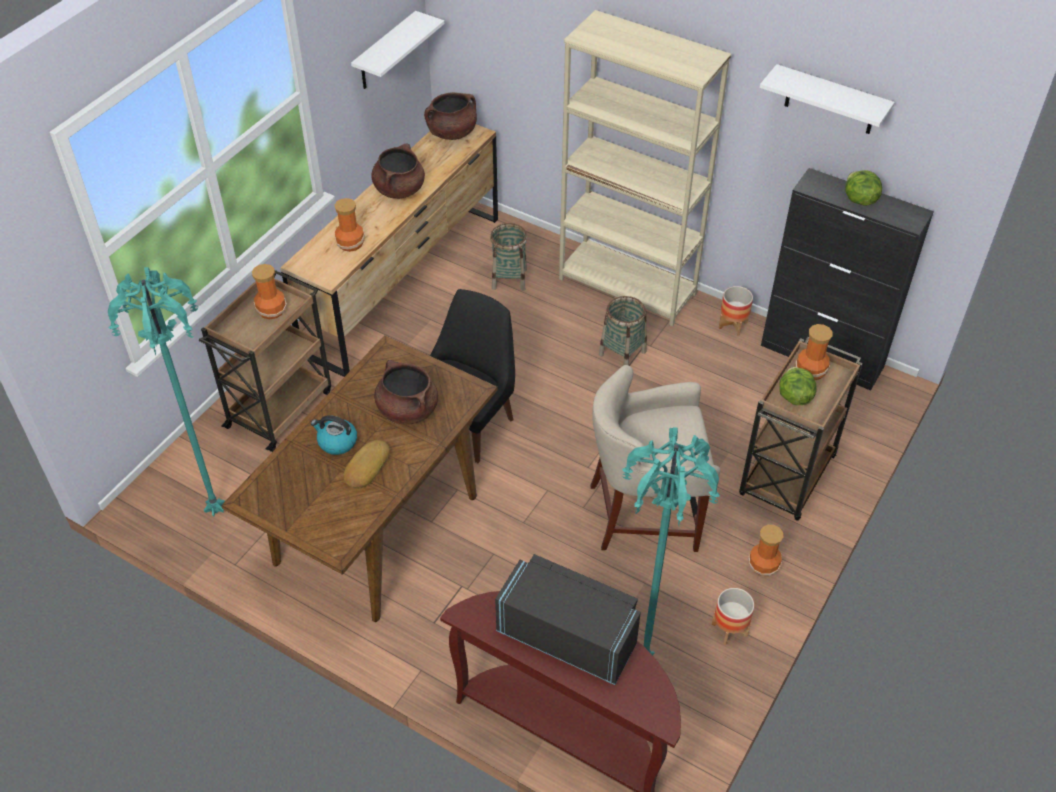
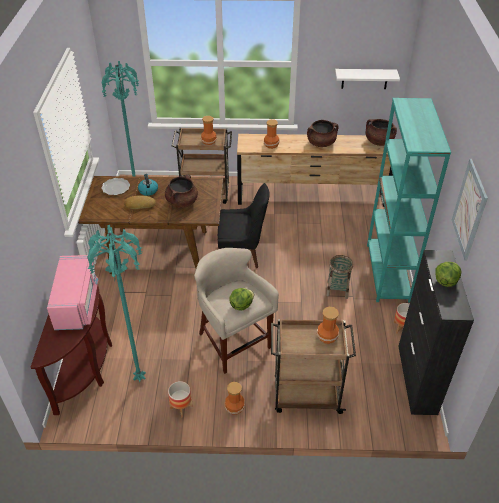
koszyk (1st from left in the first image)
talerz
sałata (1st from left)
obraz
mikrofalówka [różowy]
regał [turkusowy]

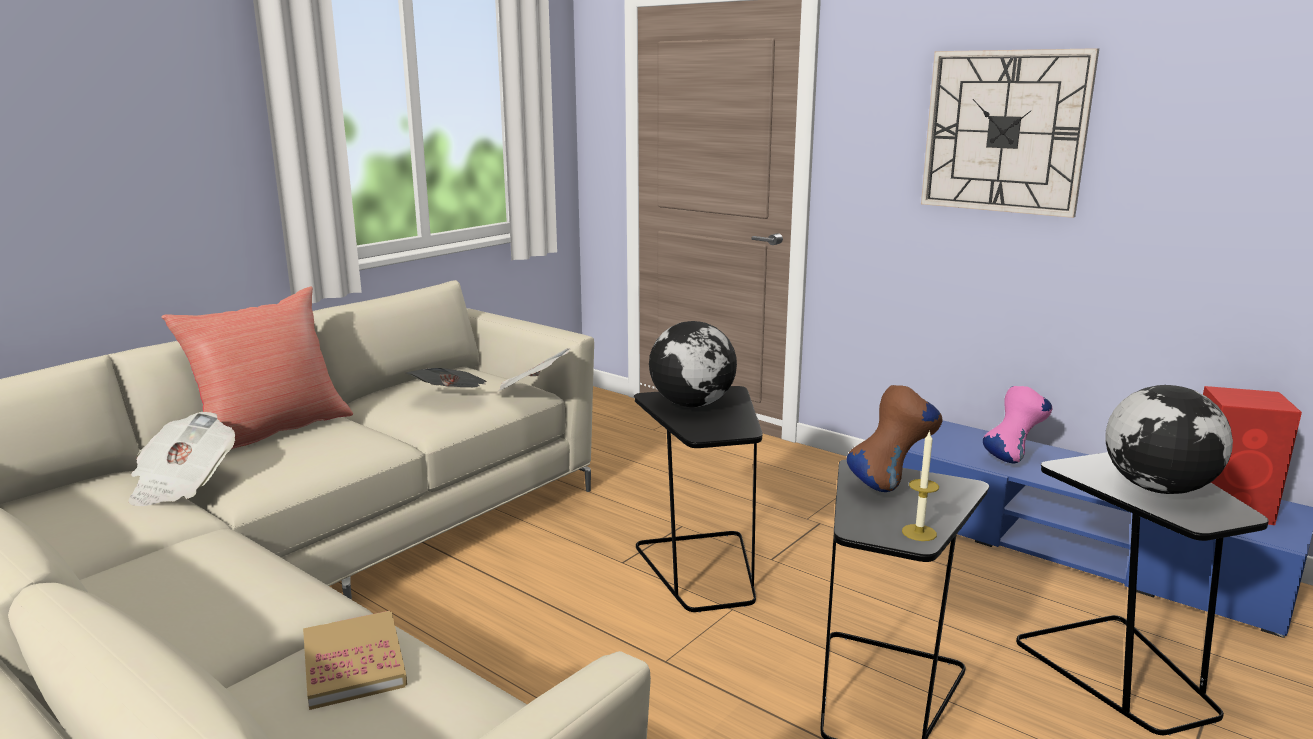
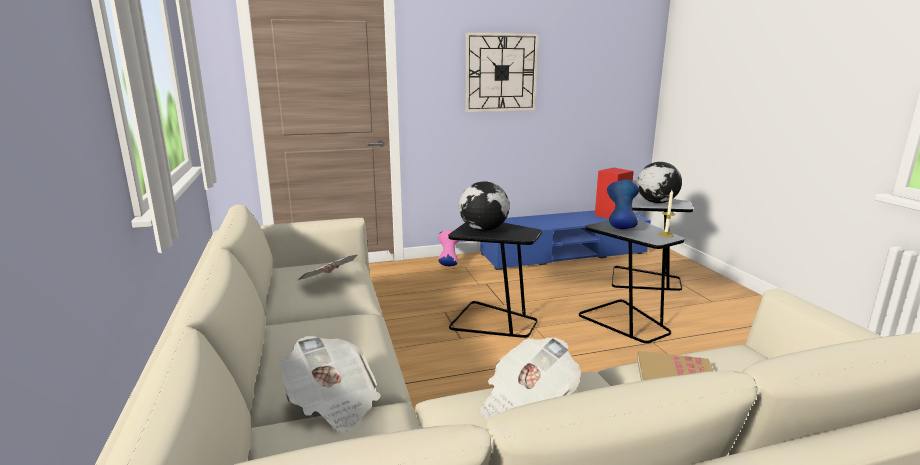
poduszka [czerwony]
gazeta (3rd from left)
wazon [różowy]
wazon [niebieski]

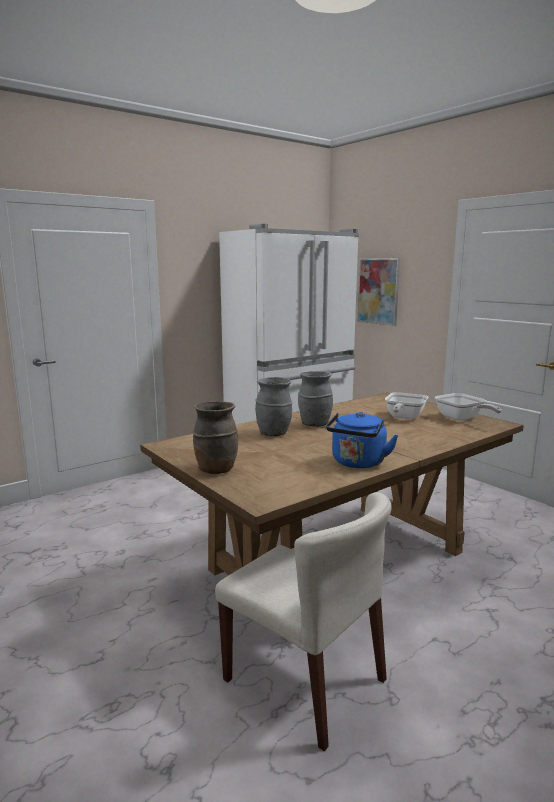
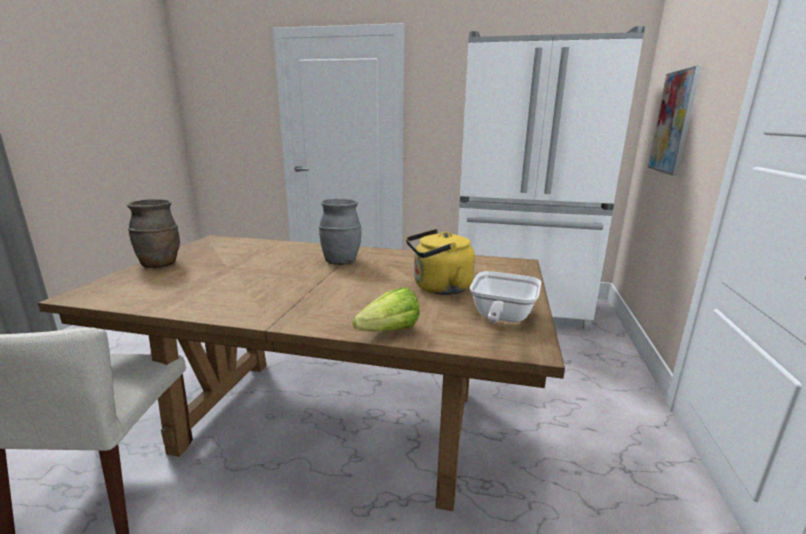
wazon [szary] (1st from left in the first image)
czajnik [niebieski]
sałata
czajnik [żółty]

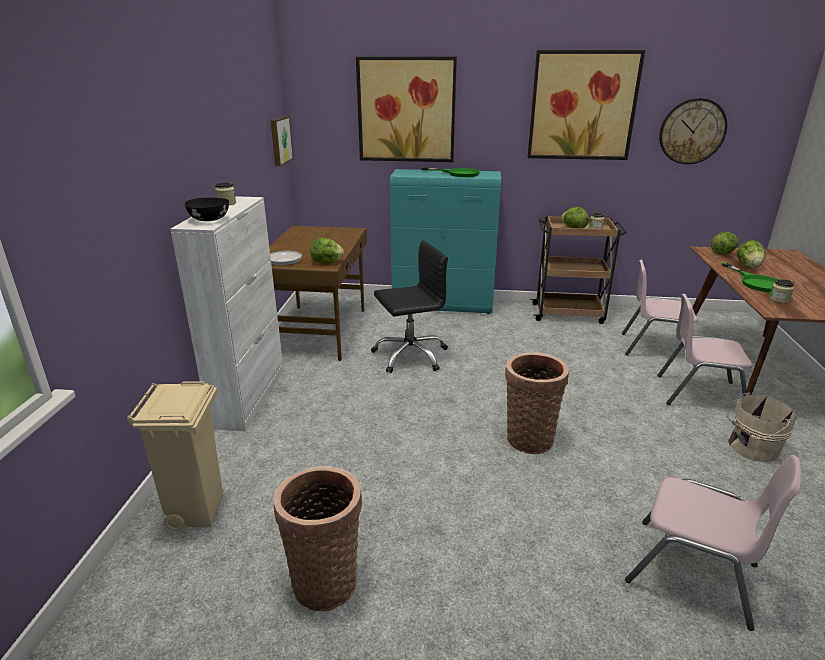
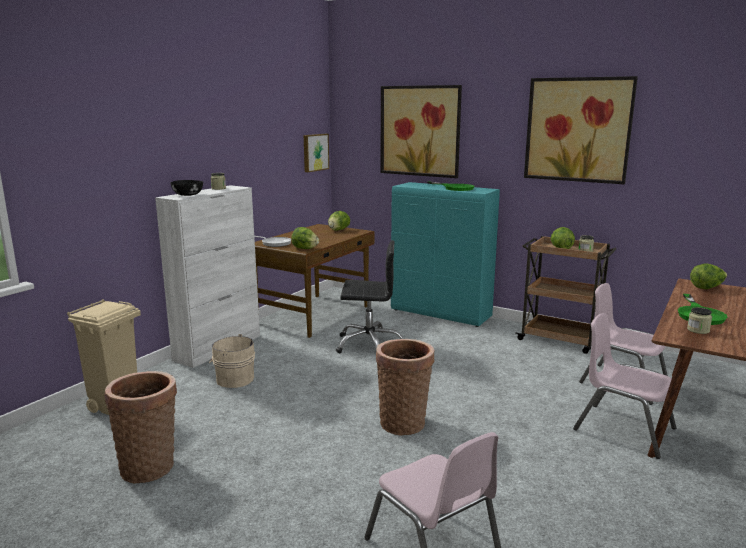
zegar ścienny
wiadro [beżowy]
sałata (2nd from left)

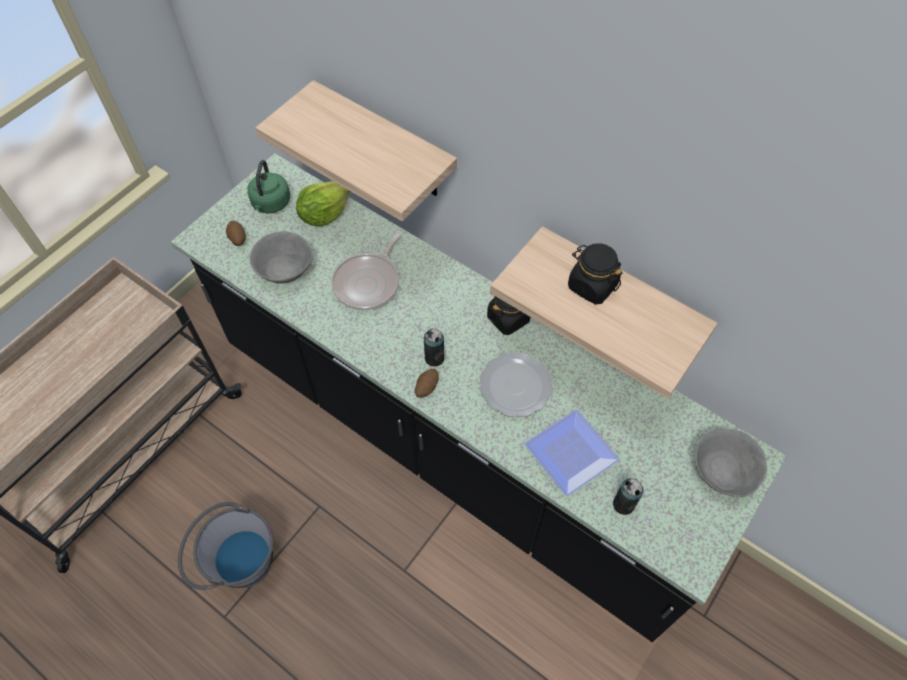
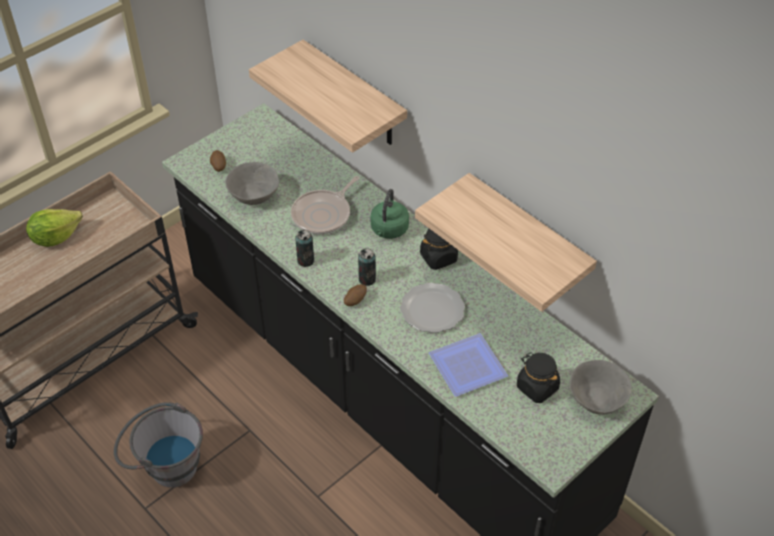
czajnik [zielony]
sałata
słoik [czarny] (2nd from left)
puszka (1st from left)

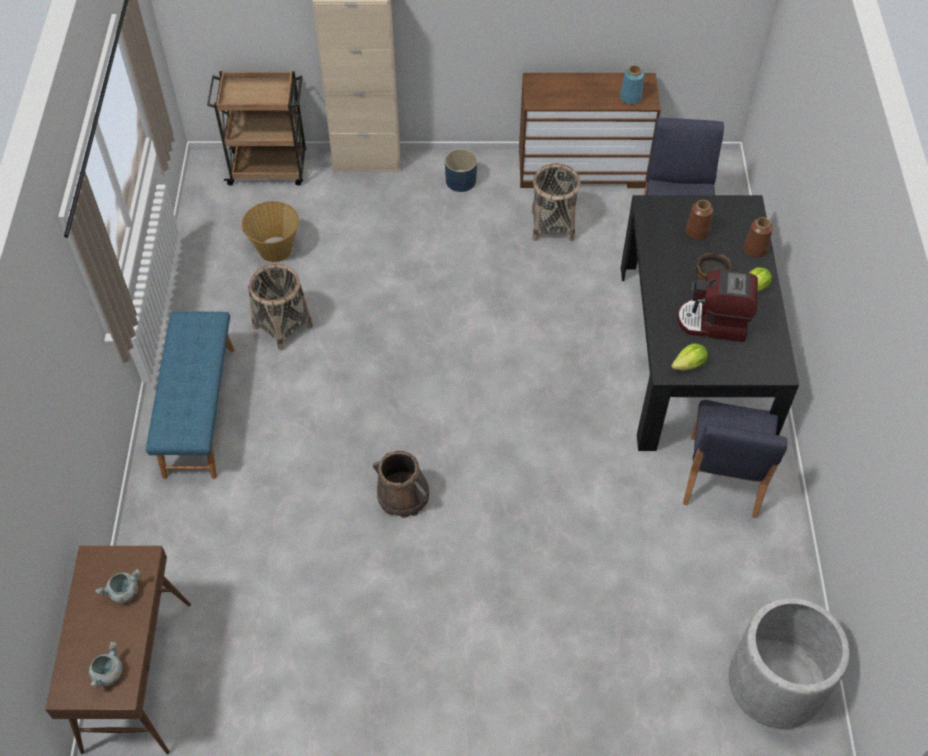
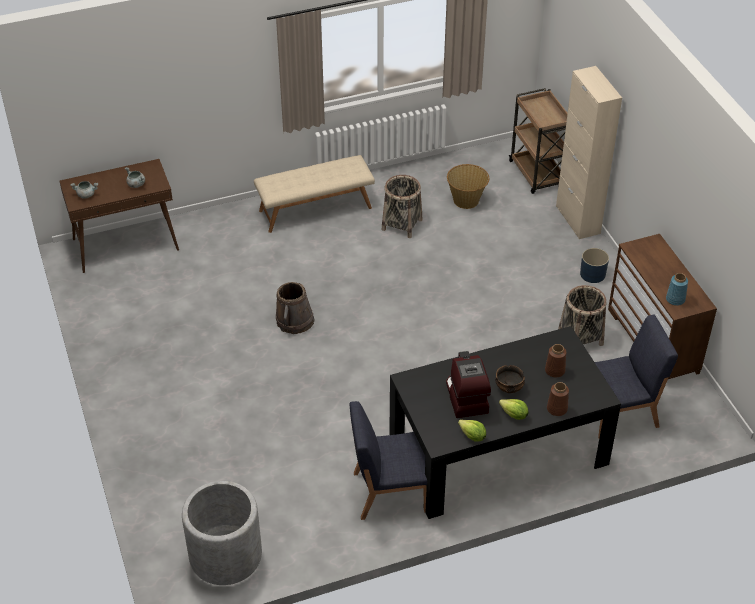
sałata (1st from left)
ławka [beżowy]

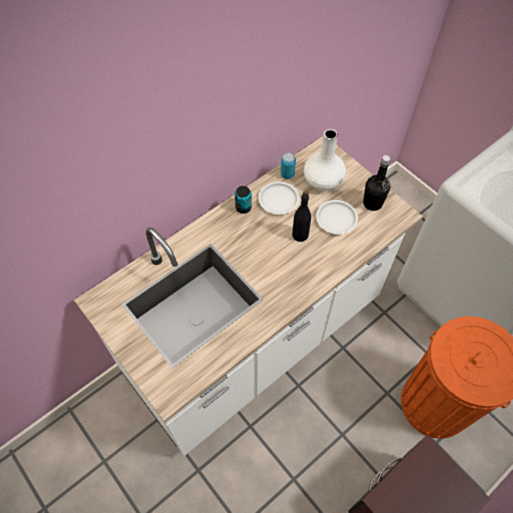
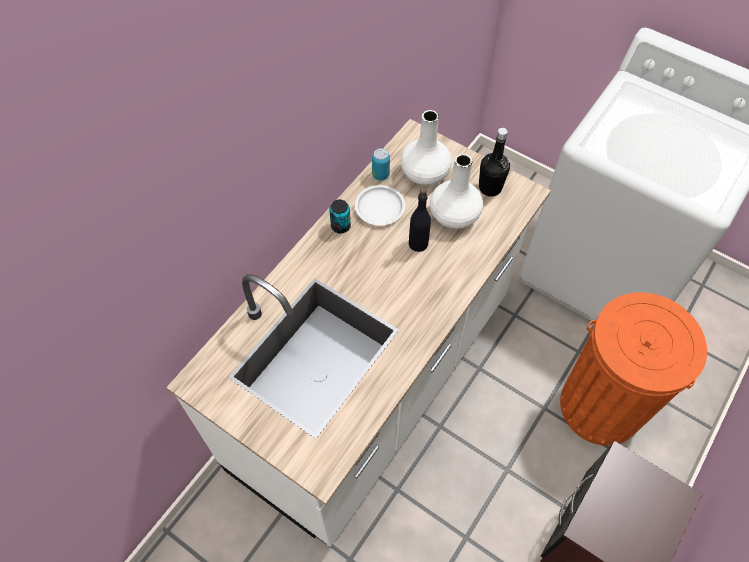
wazon [biały] (2nd from left)

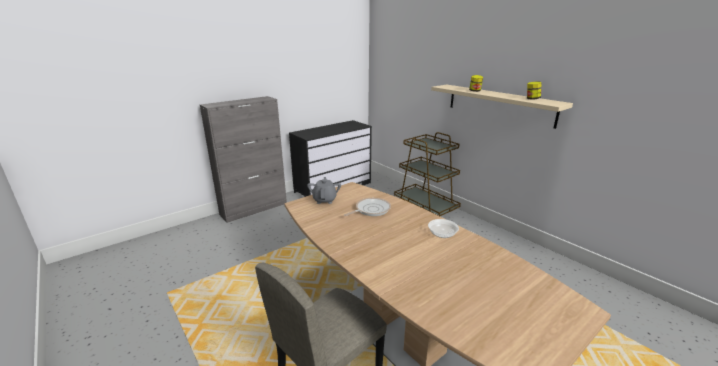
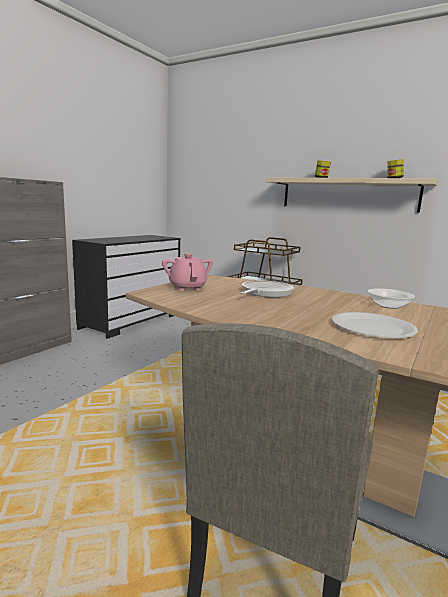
talerz [biały]
imbryk [różowy]

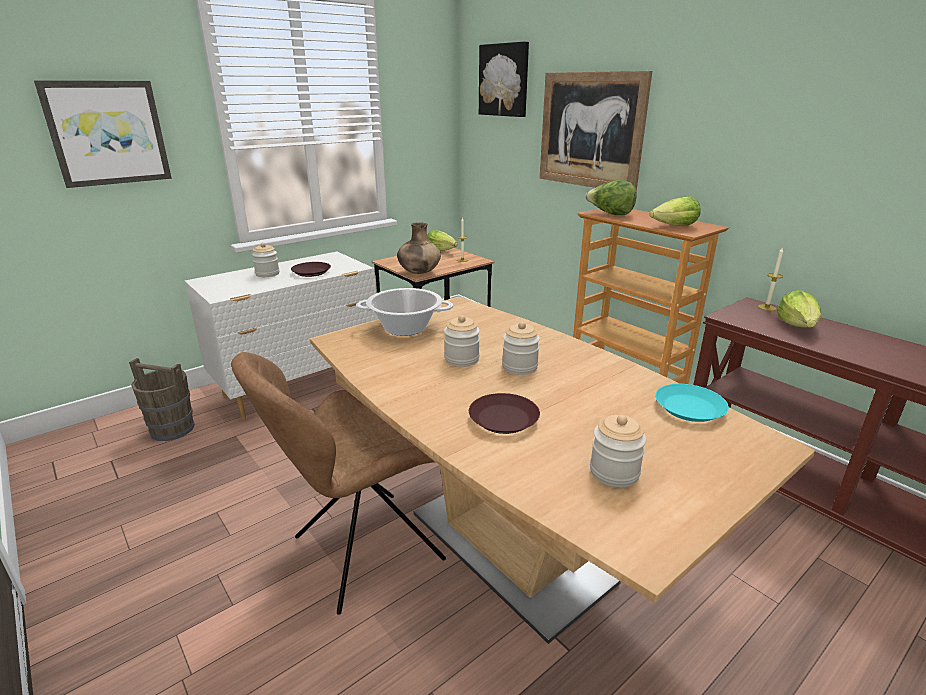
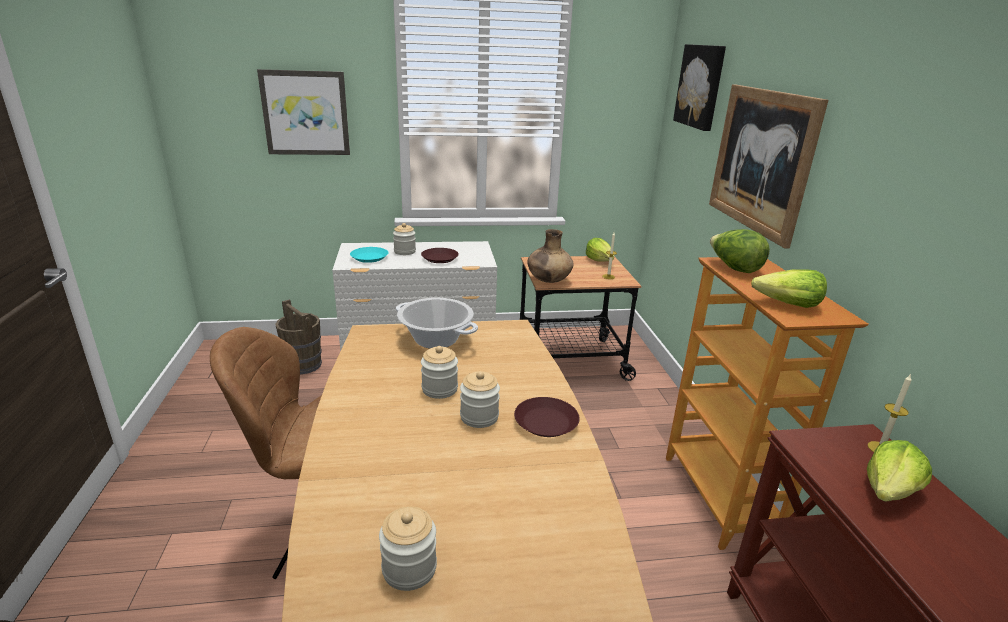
talerz [brązowy] (2nd from left)
talerz [turkusowy]

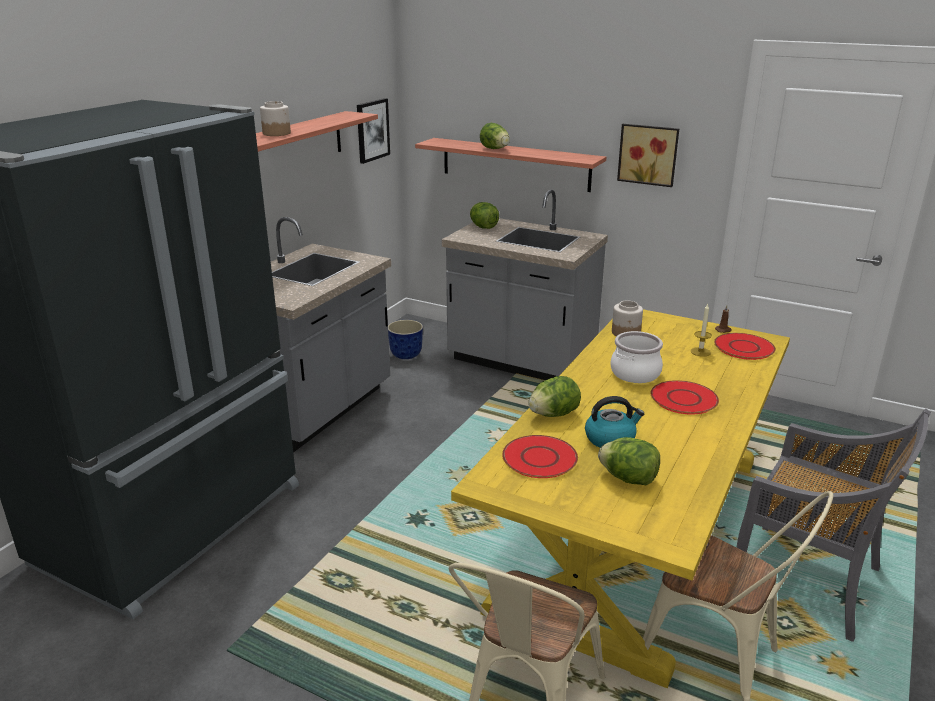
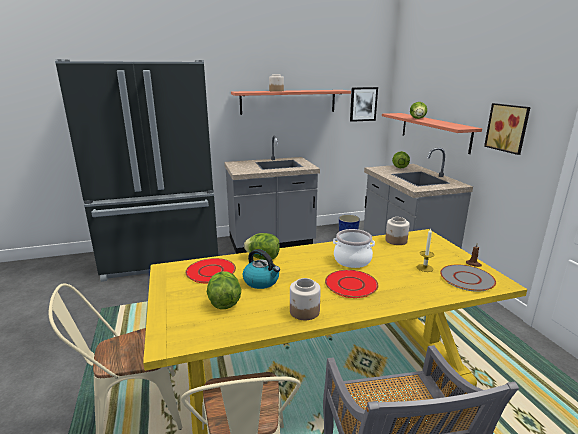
słoik (2nd from left)
talerz [szary]

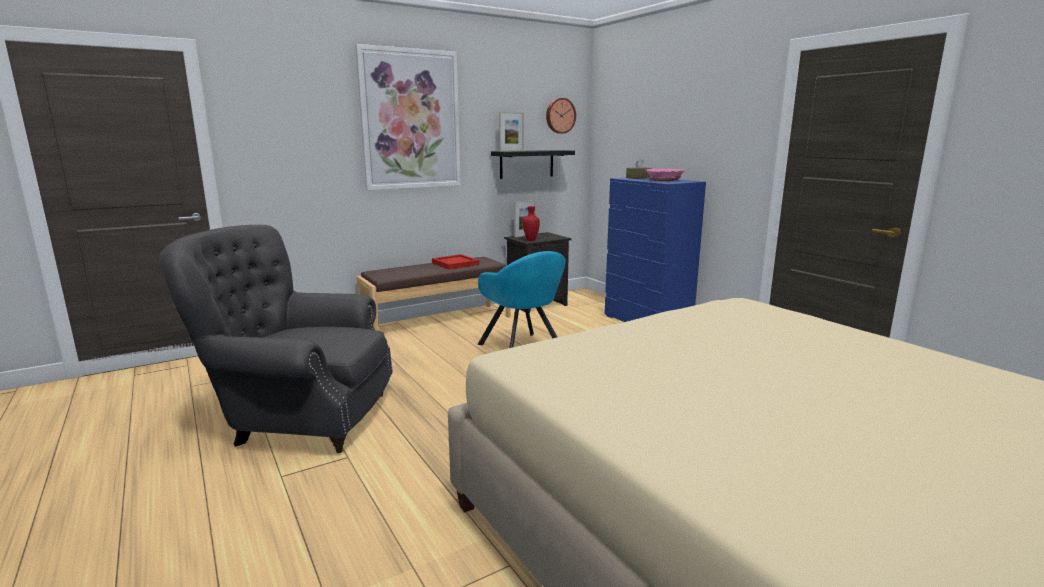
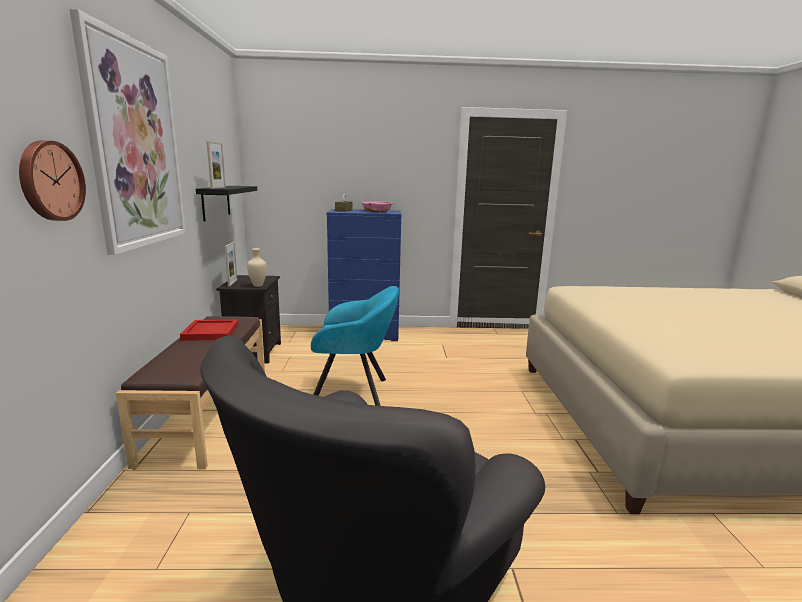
zegar ścienny
wazon [beżowy]

